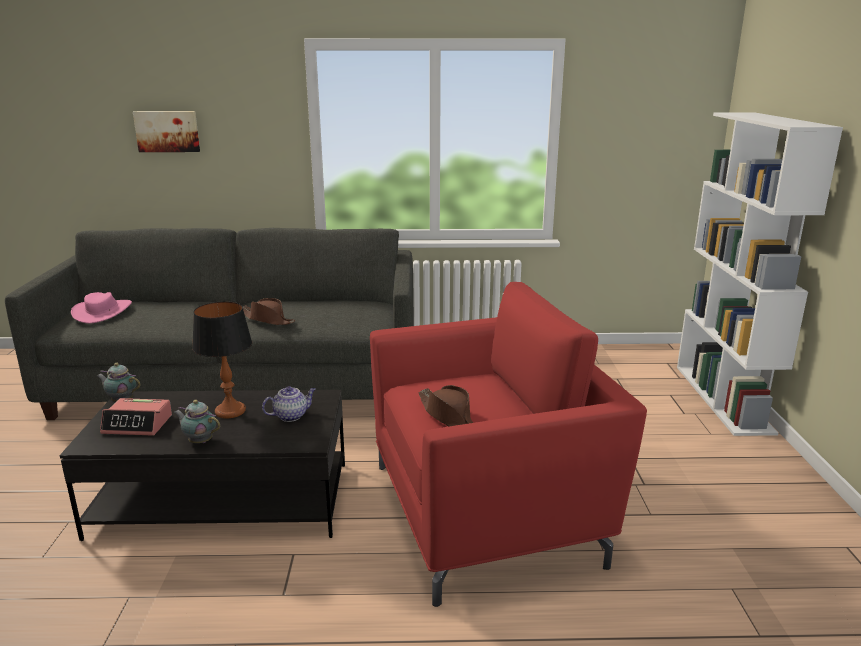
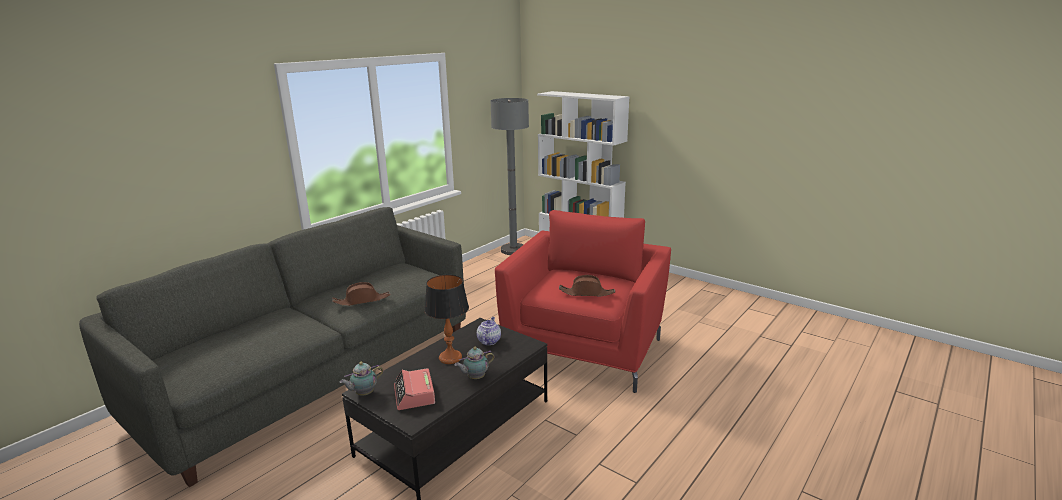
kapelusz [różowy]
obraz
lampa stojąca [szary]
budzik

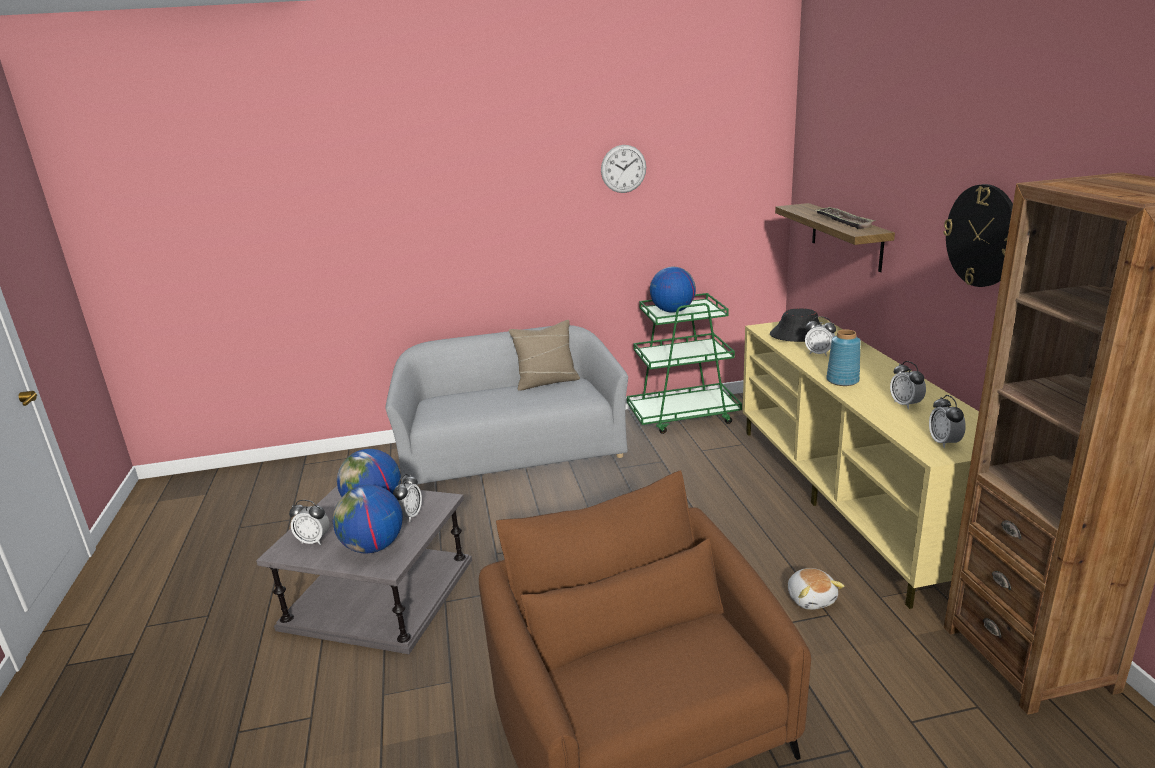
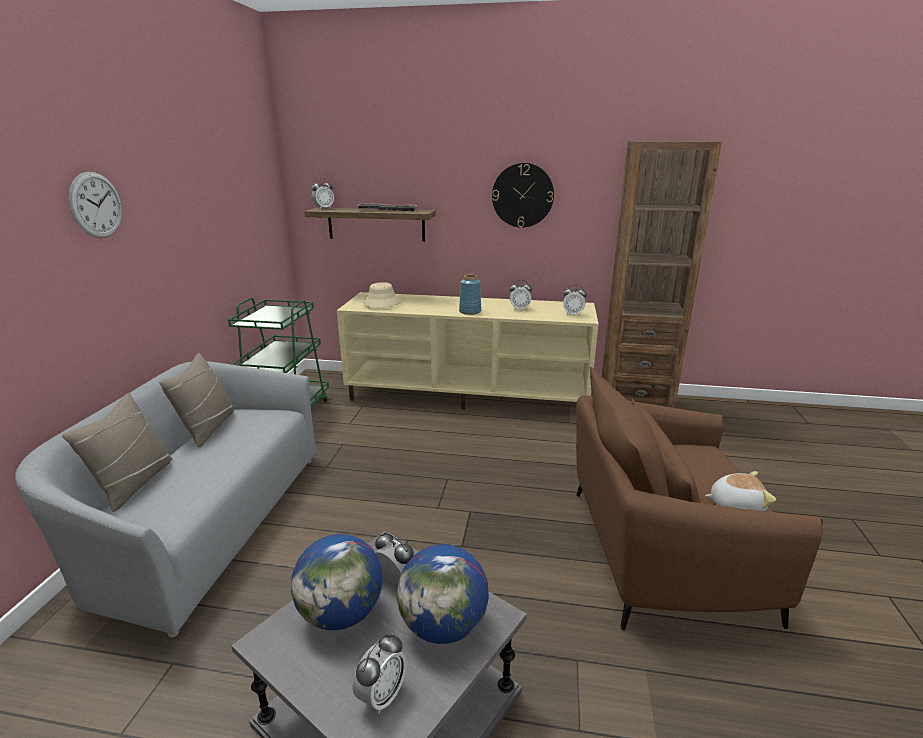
globus (3rd from left in the first image)
poduszka [beżowy] (1st from left)
zegar ścienny (1st from left)
pluszak
budzik (1st from left)
kapelusz [beżowy]

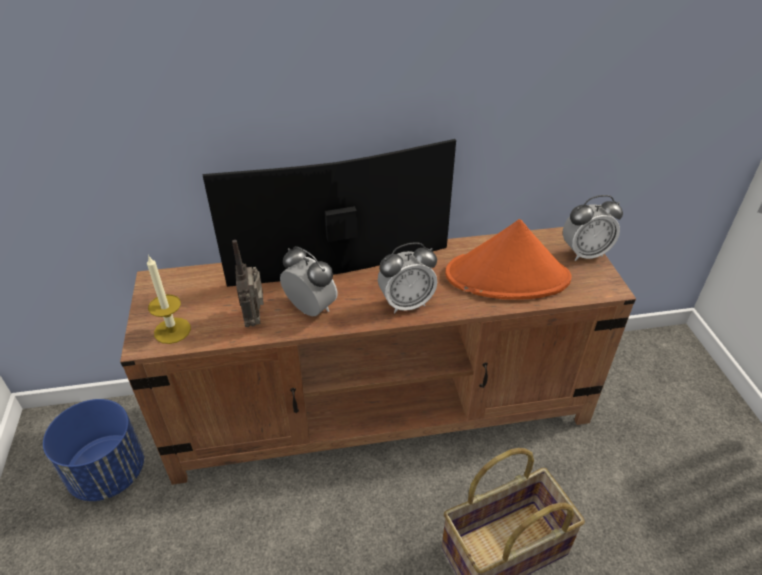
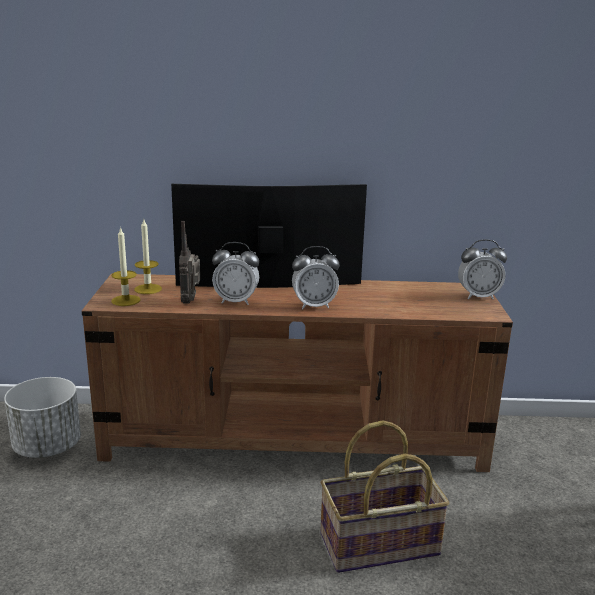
kapelusz [pomarańczowy]
świeca (2nd from left)
donica [biały]
budzik (1st from left)

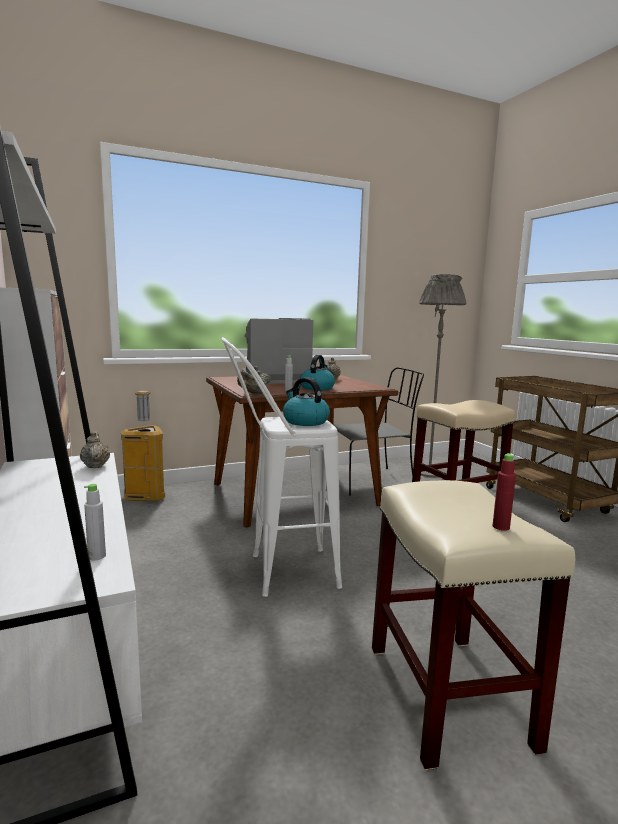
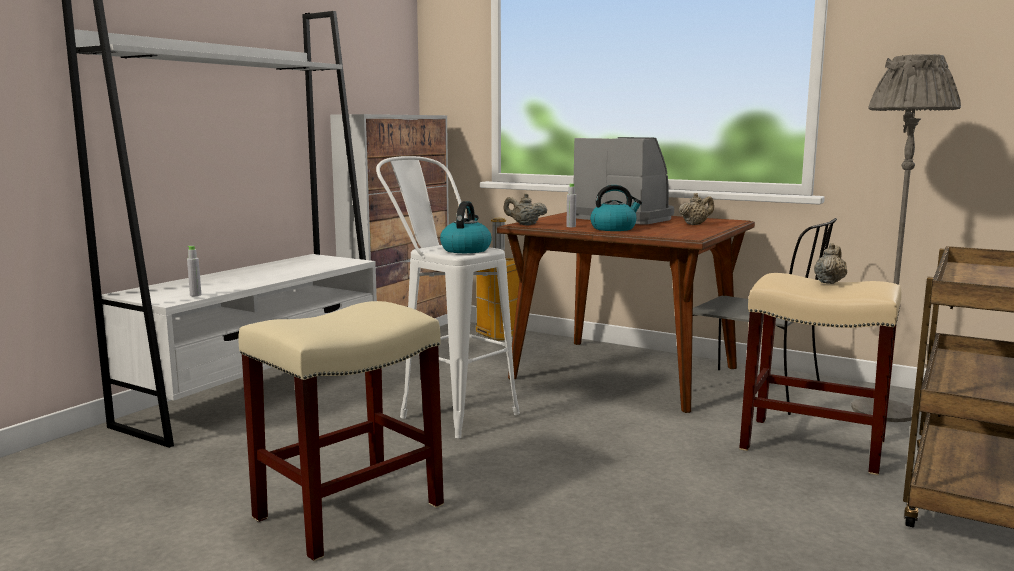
butelka [czerwony]
imbryk [beżowy] (3rd from left)

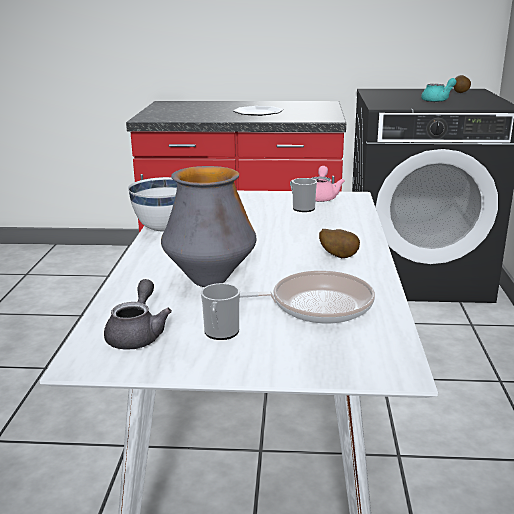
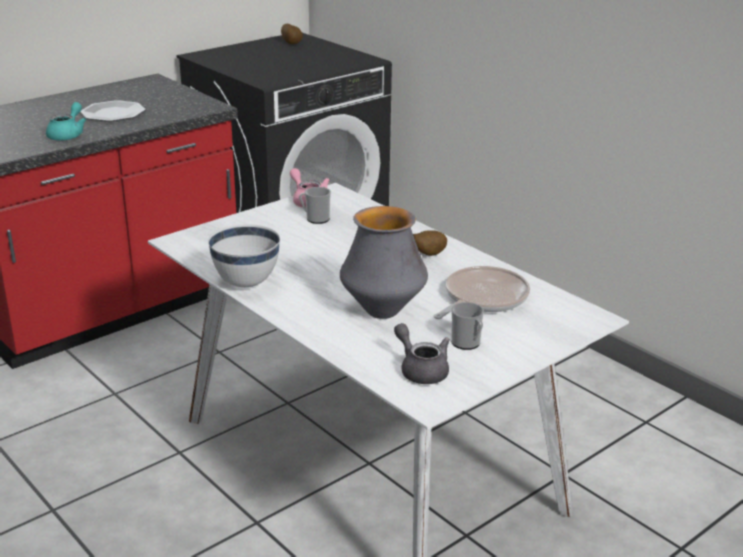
imbryk [turkusowy]

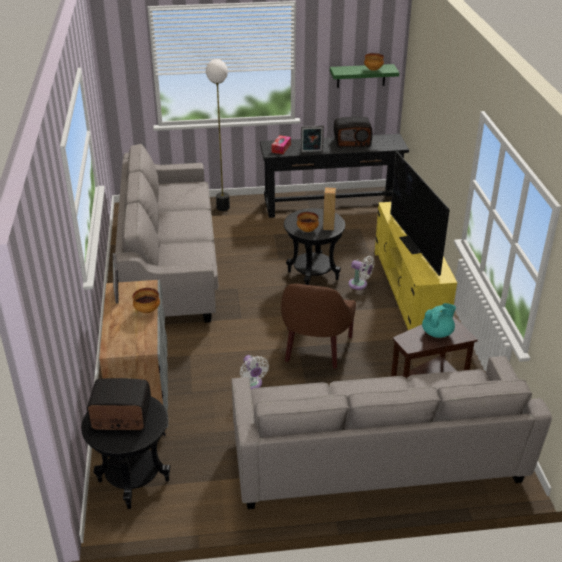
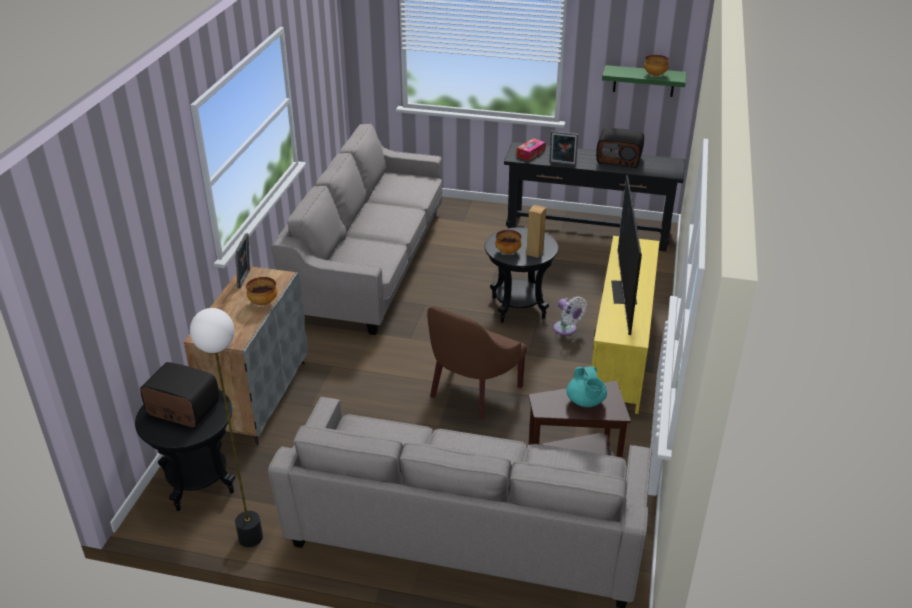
wentylator [biały] (1st from left in the first image)
lampa stojąca
imbryk [turkusowy]

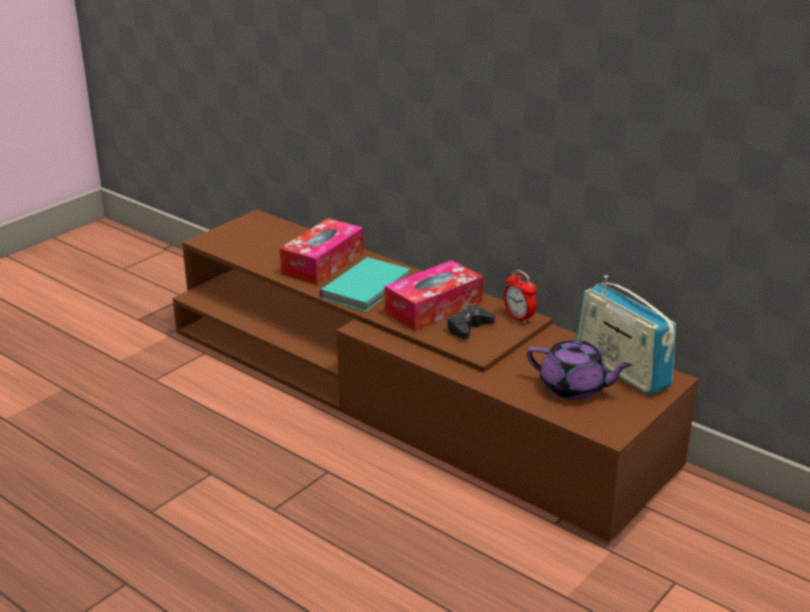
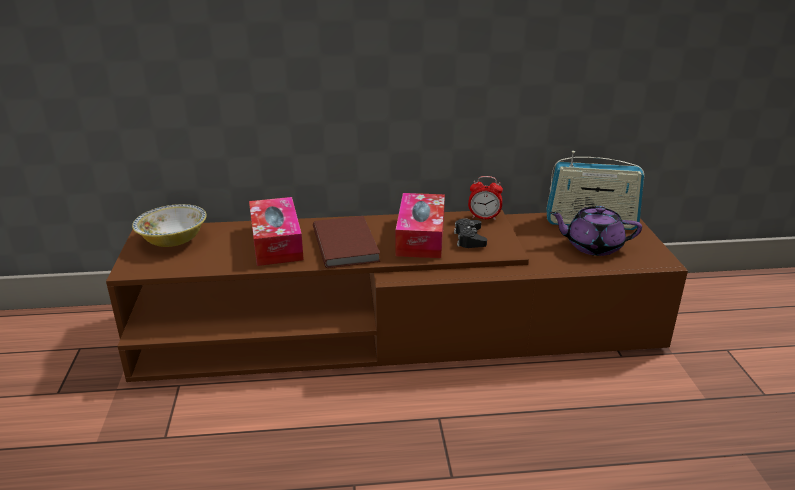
miska
książka [brązowy]
imbryk [fioletowy]

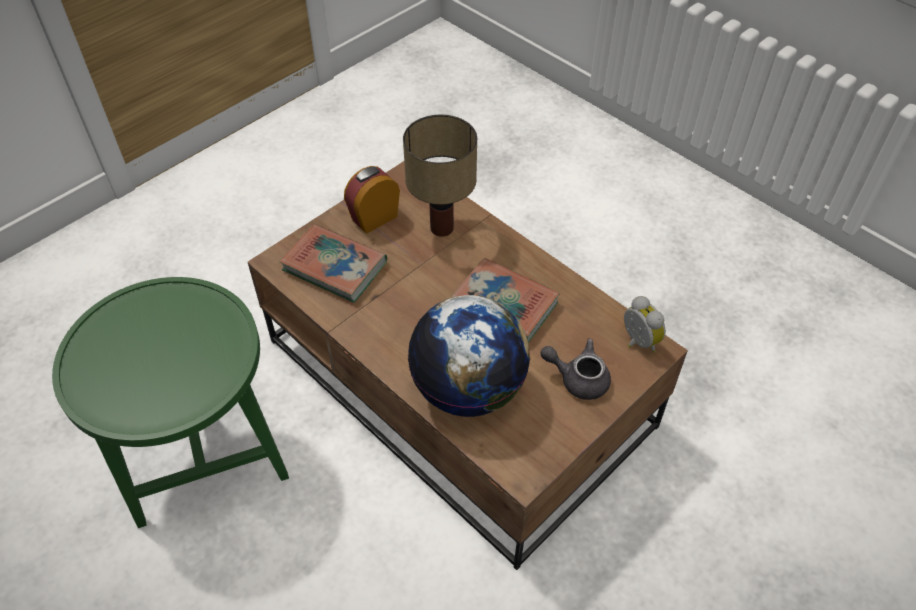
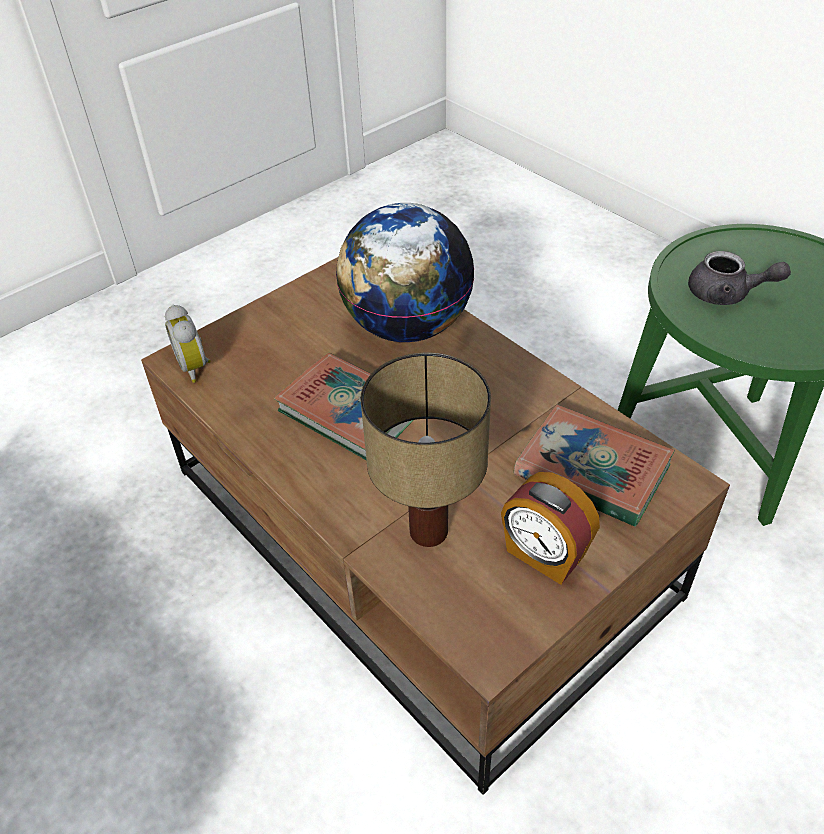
imbryk [szary]
budzik (2nd from left)

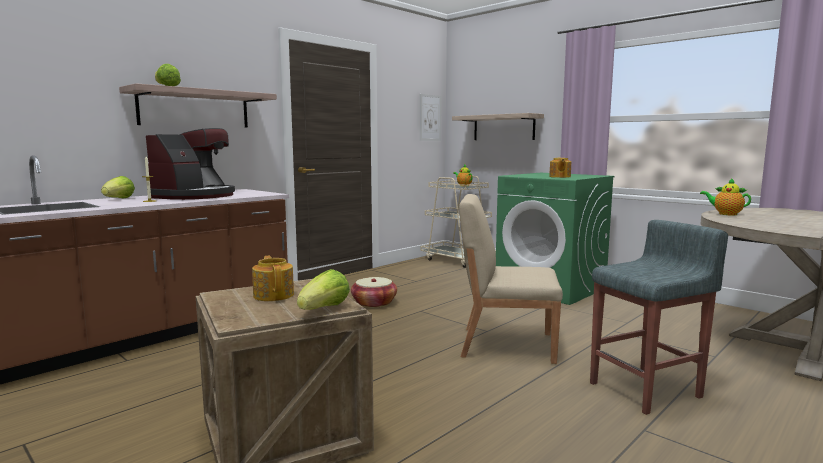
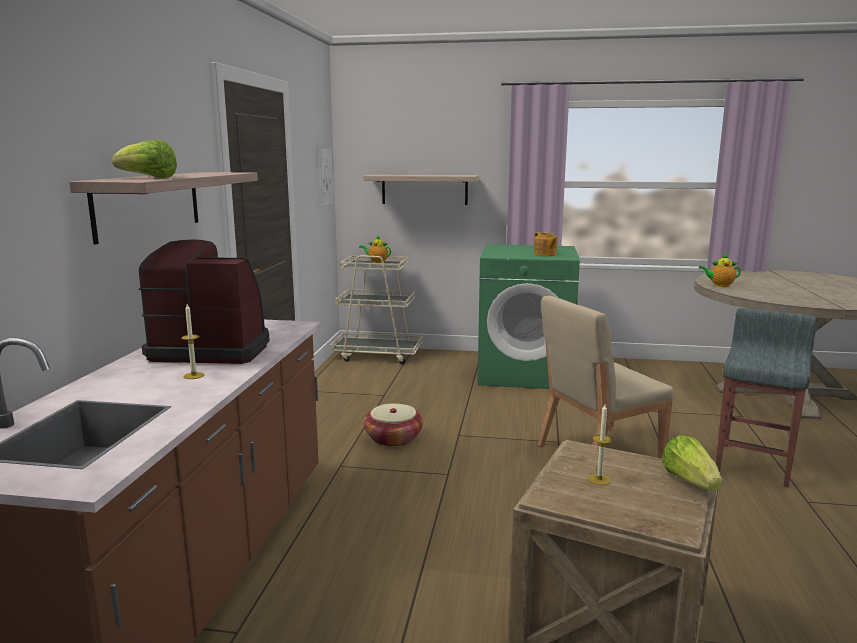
sałata (1st from left in the first image)
świeca (2nd from left)
ekspres do kawy

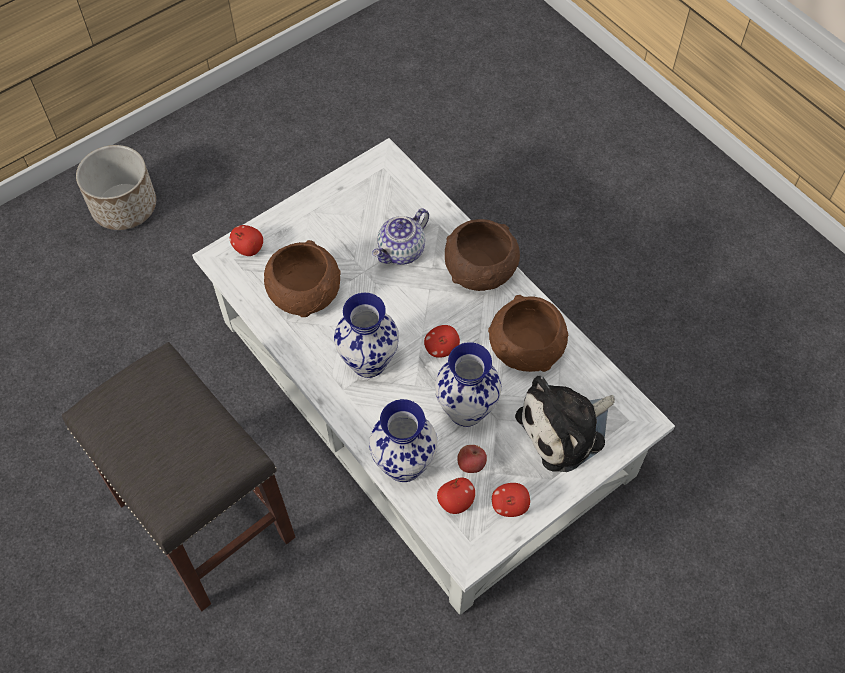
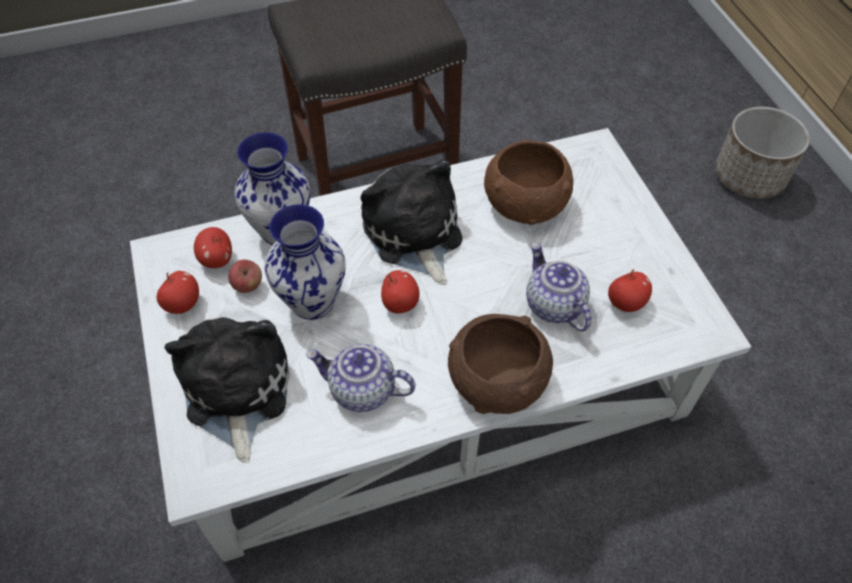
jabłko (5th from left)
pluszak (2nd from left)
imbryk (1st from left)

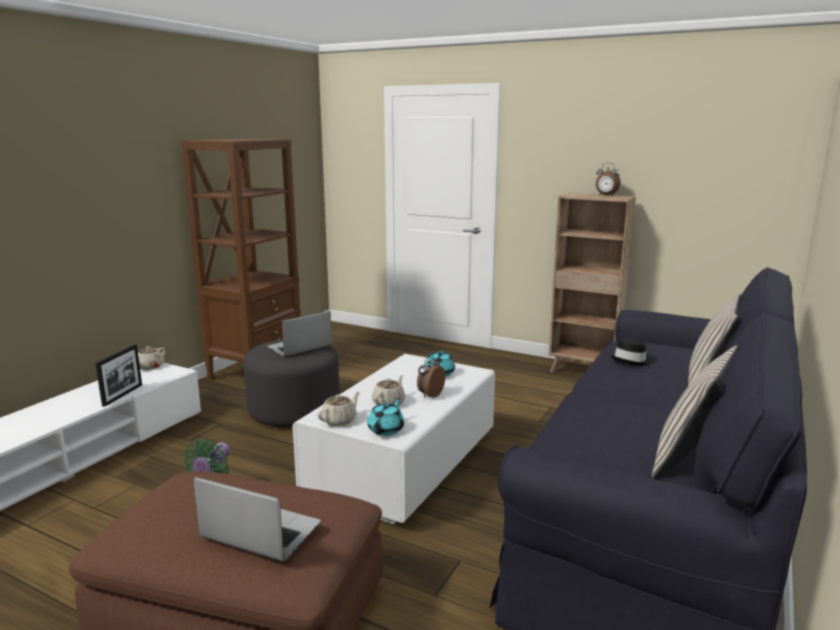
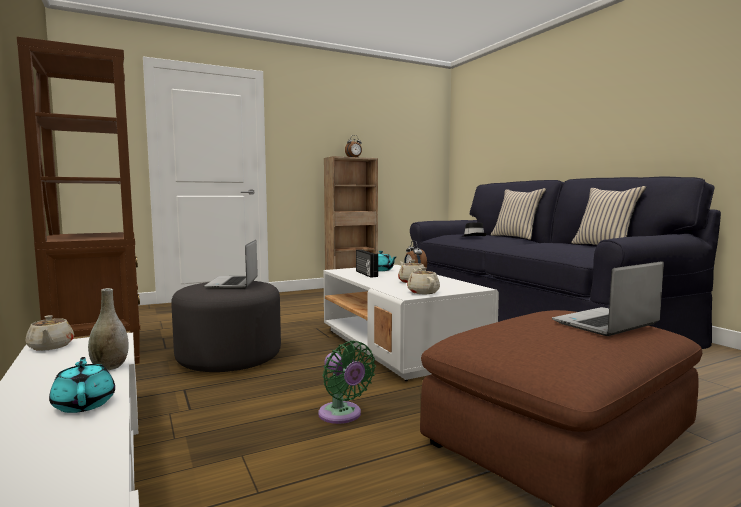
radio
imbryk [turkusowy] (1st from left)
wazon [szary]

